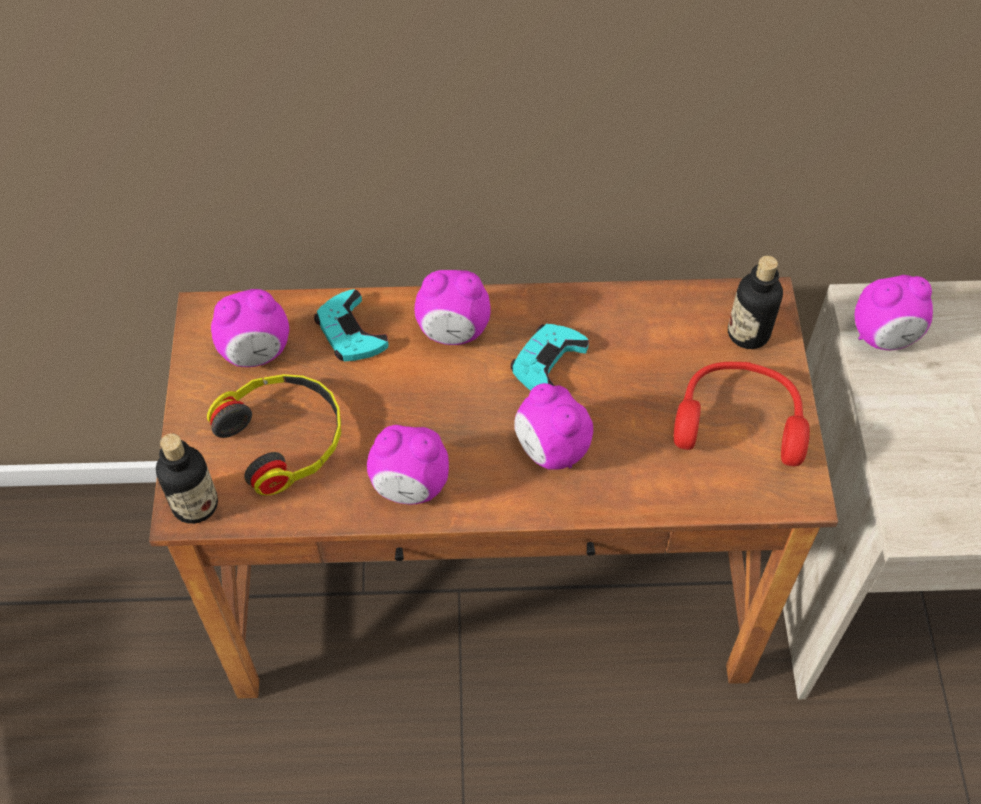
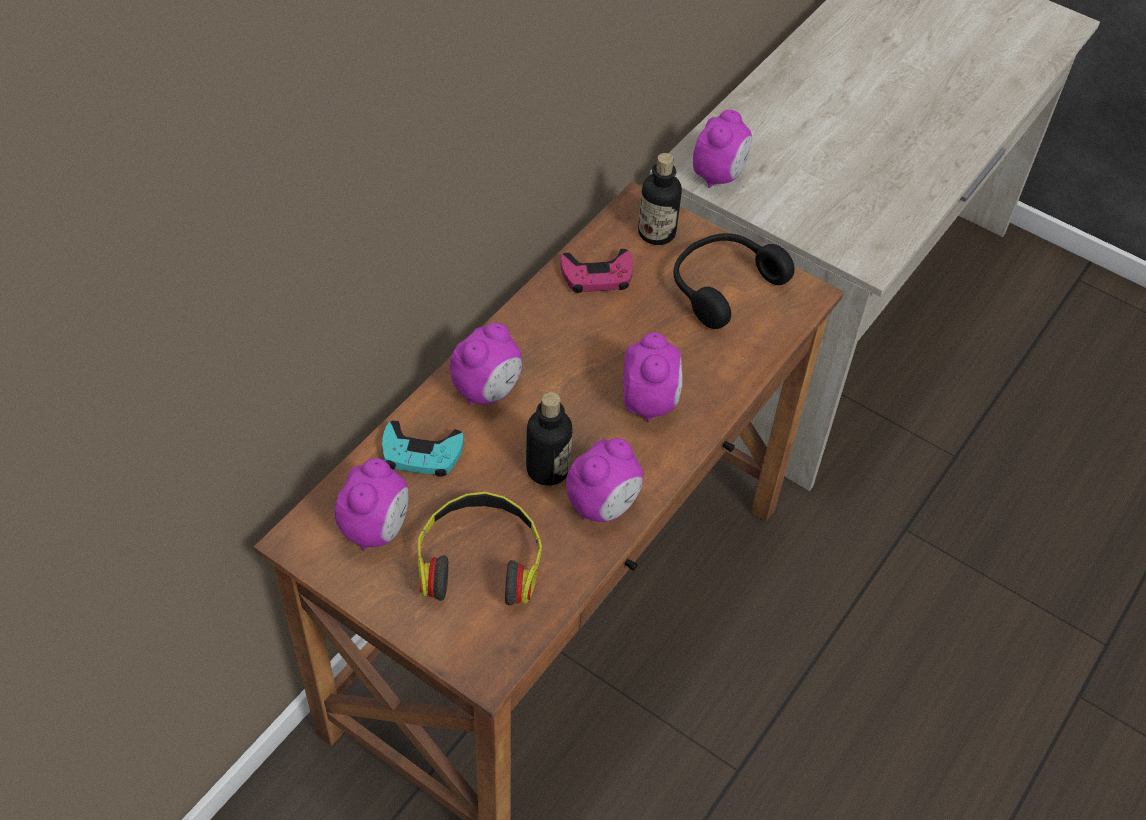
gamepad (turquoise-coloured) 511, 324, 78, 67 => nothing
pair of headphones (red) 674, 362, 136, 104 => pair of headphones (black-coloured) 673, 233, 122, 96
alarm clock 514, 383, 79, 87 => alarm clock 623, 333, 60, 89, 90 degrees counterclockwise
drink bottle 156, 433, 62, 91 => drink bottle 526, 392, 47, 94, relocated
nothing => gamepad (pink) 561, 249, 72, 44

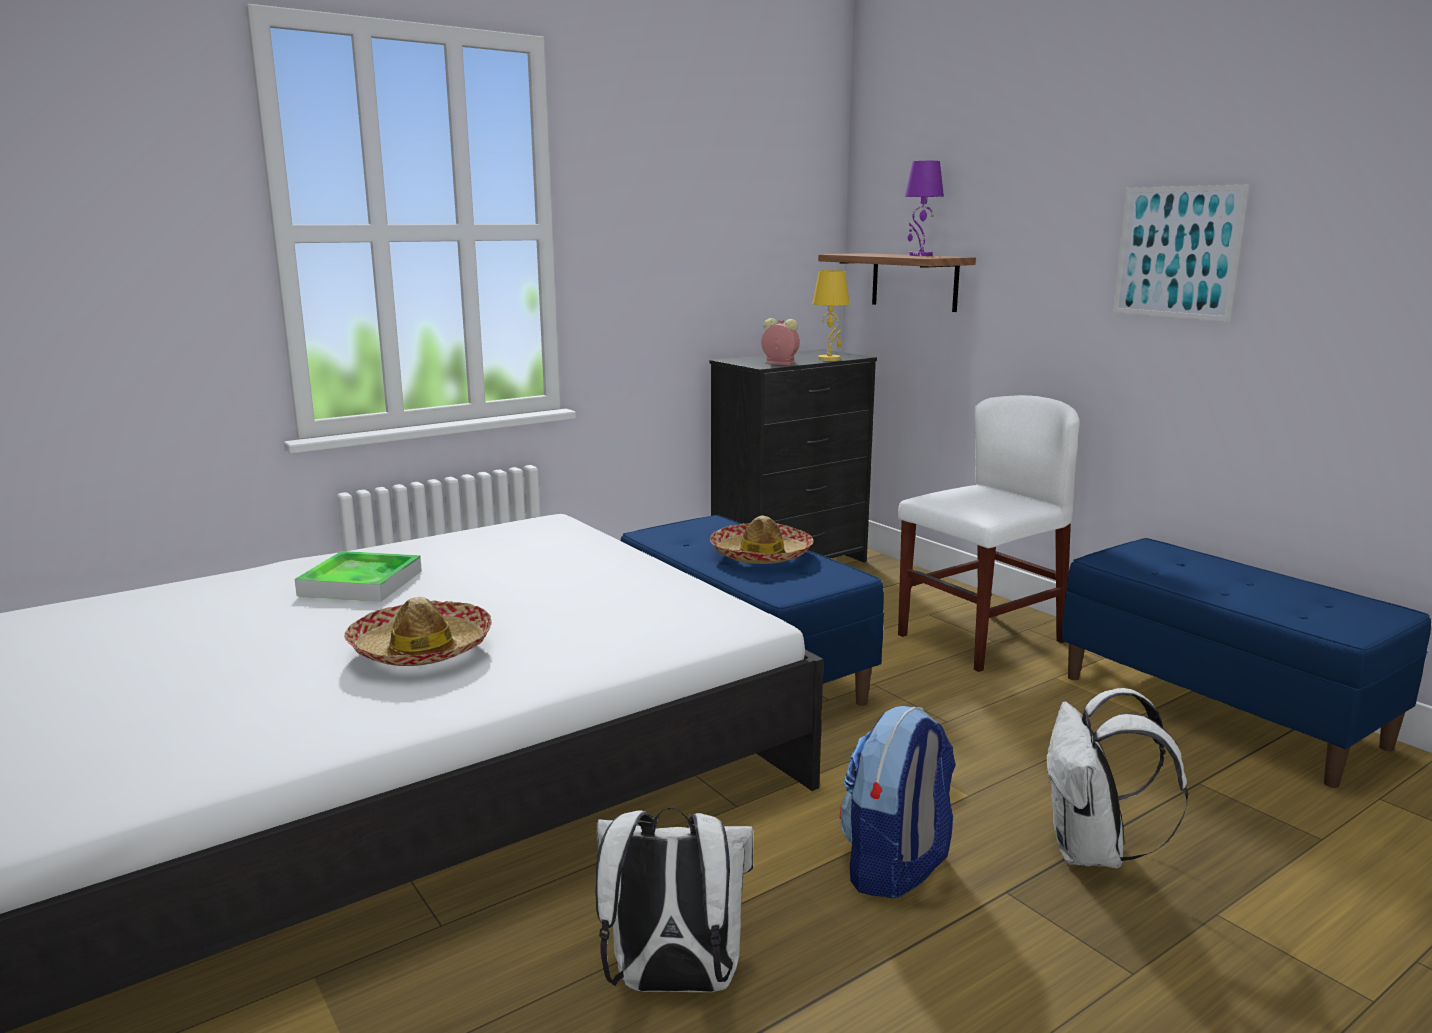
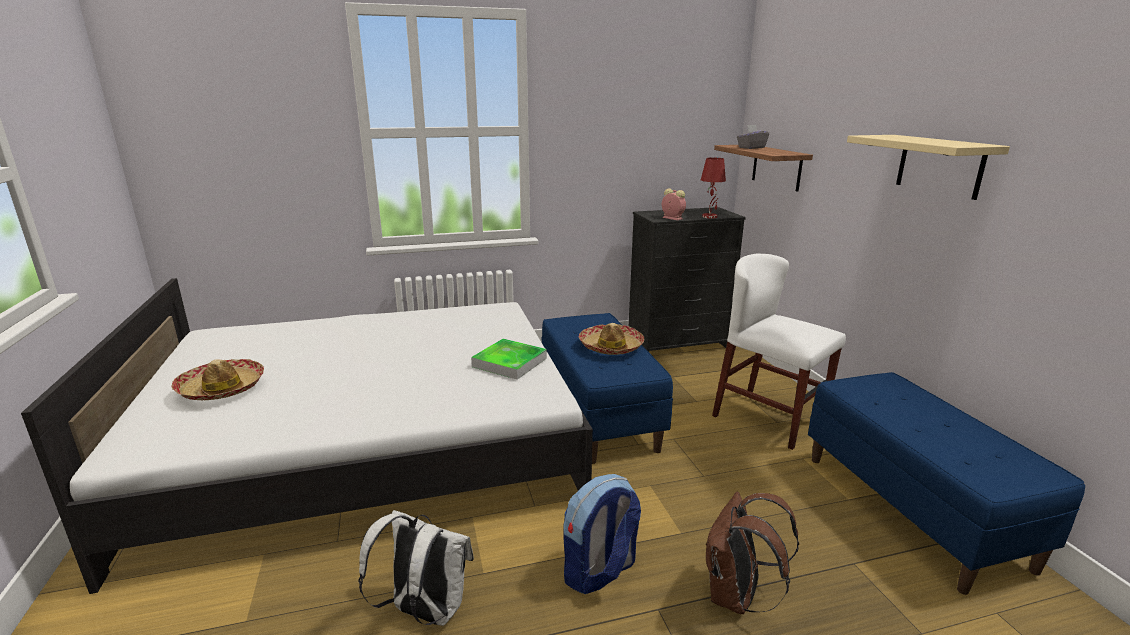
tabletop lamp (purple) 905, 161, 39, 95 => nothing
wall picture 1113, 185, 136, 137 => wall shelf (sand-coloured) 847, 135, 163, 65
tabletop lamp (yellow) 812, 270, 38, 91 => tabletop lamp (red) 701, 157, 25, 62
upright chair (white) 898, 395, 181, 277 => upright chair (white) 712, 254, 134, 196, 120 degrees counterclockwise
serving tray 294, 551, 128, 51 => serving tray 471, 339, 76, 41, relocated
wearable hat 344, 597, 148, 69 => wearable hat 171, 359, 93, 41, relocated
rucksack (white) 1046, 688, 142, 180 => rucksack (brown-coloured) 706, 492, 93, 122
nothing => tissue box (gray) 737, 125, 32, 24

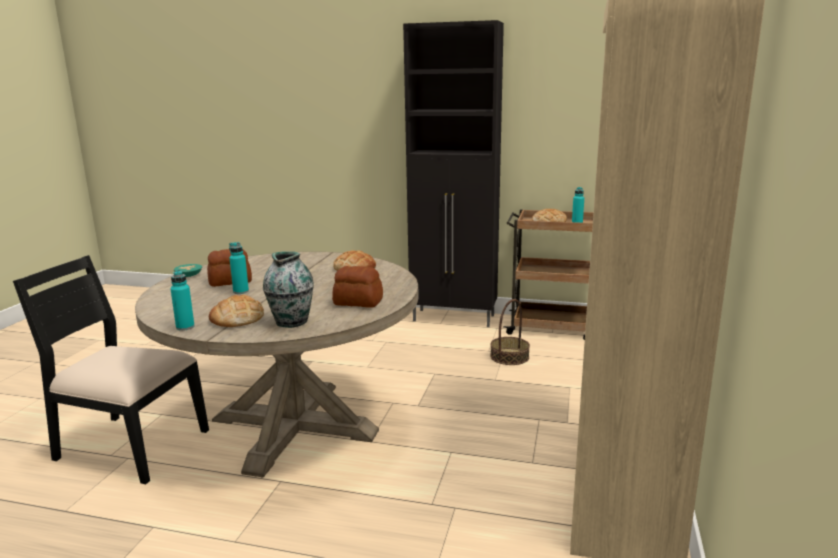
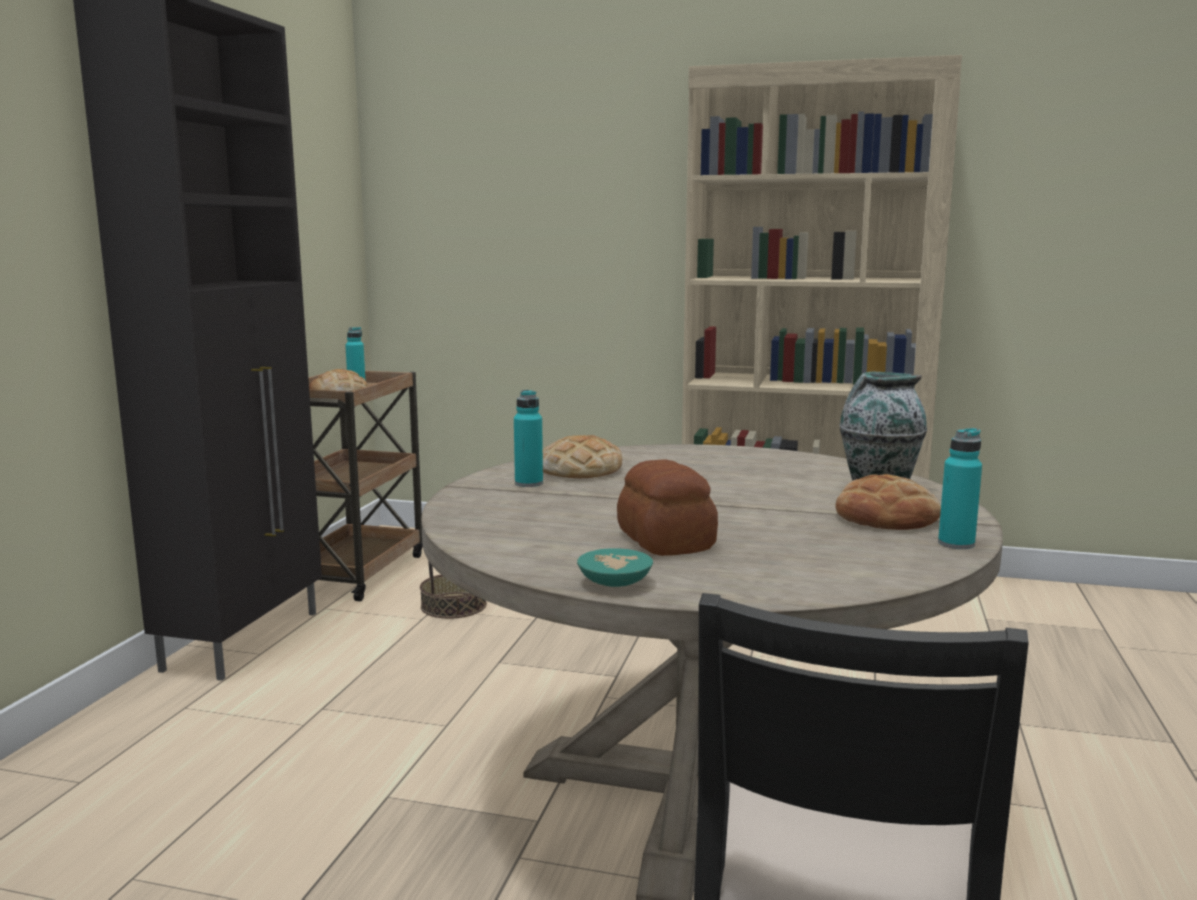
drink bottle (turquoise-coloured) 229, 242, 20, 52 => drink bottle (turquoise-coloured) 514, 390, 29, 97, relocated
bread 332, 266, 51, 42 => nothing

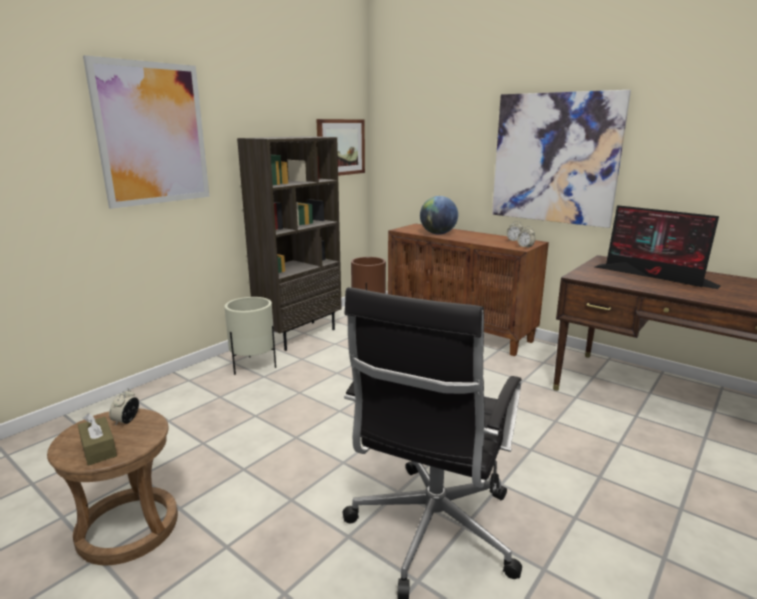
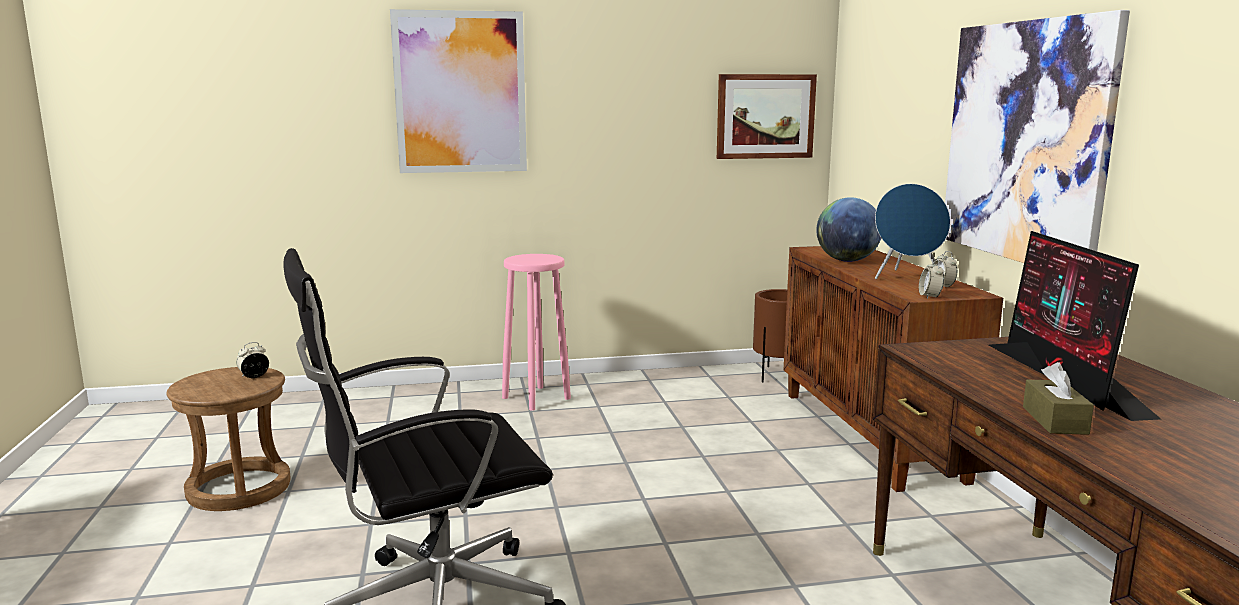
bookcase (brown-coloured) 237, 136, 105, 215 => nothing
plant pot (sand-coloured) 224, 297, 52, 78 => stool seat (pink) 502, 254, 69, 157
tissue box (brown-coloured) 78, 413, 39, 53 => tissue box (brown-coloured) 1023, 362, 71, 73, relocated
nothing => loudspeaker (blue) 875, 184, 76, 95

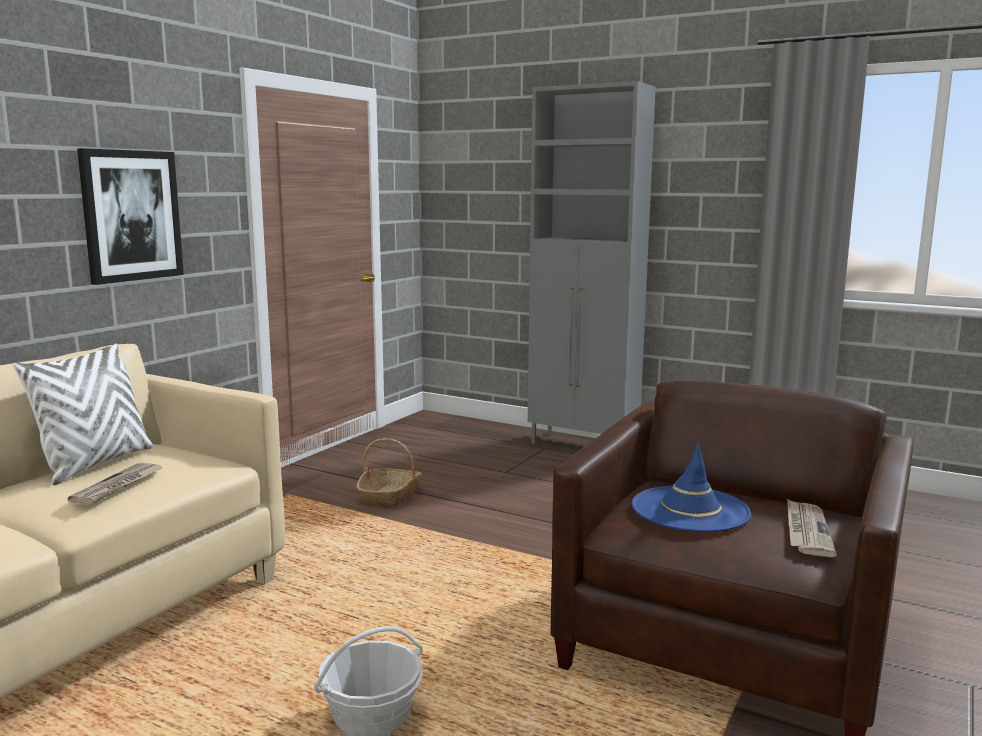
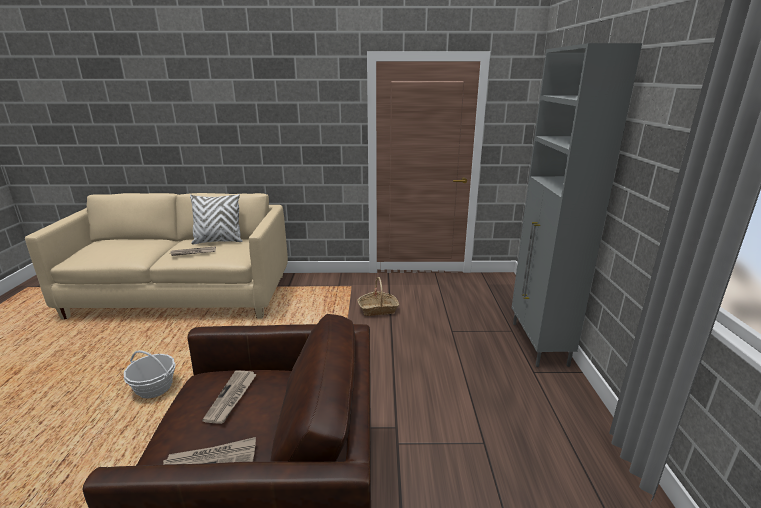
wall picture 77, 148, 107, 137 => nothing
wearable hat (blue) 632, 443, 119, 89 => daily paper 202, 371, 55, 53

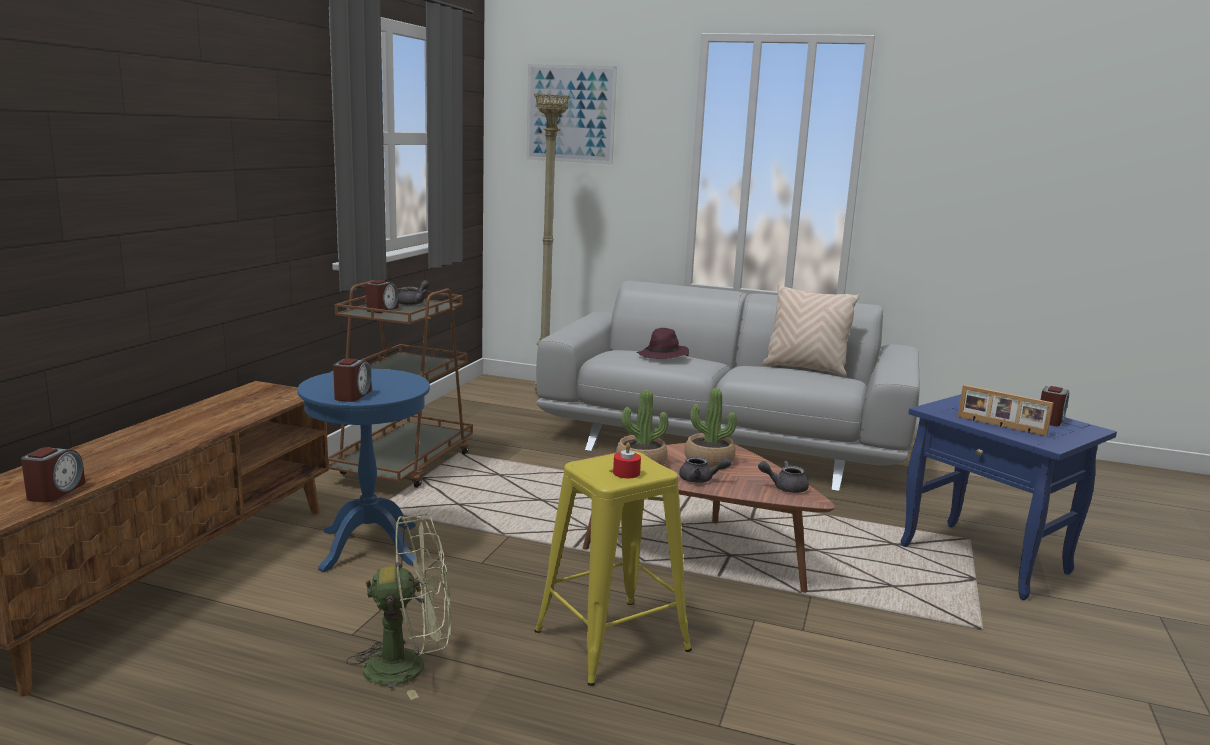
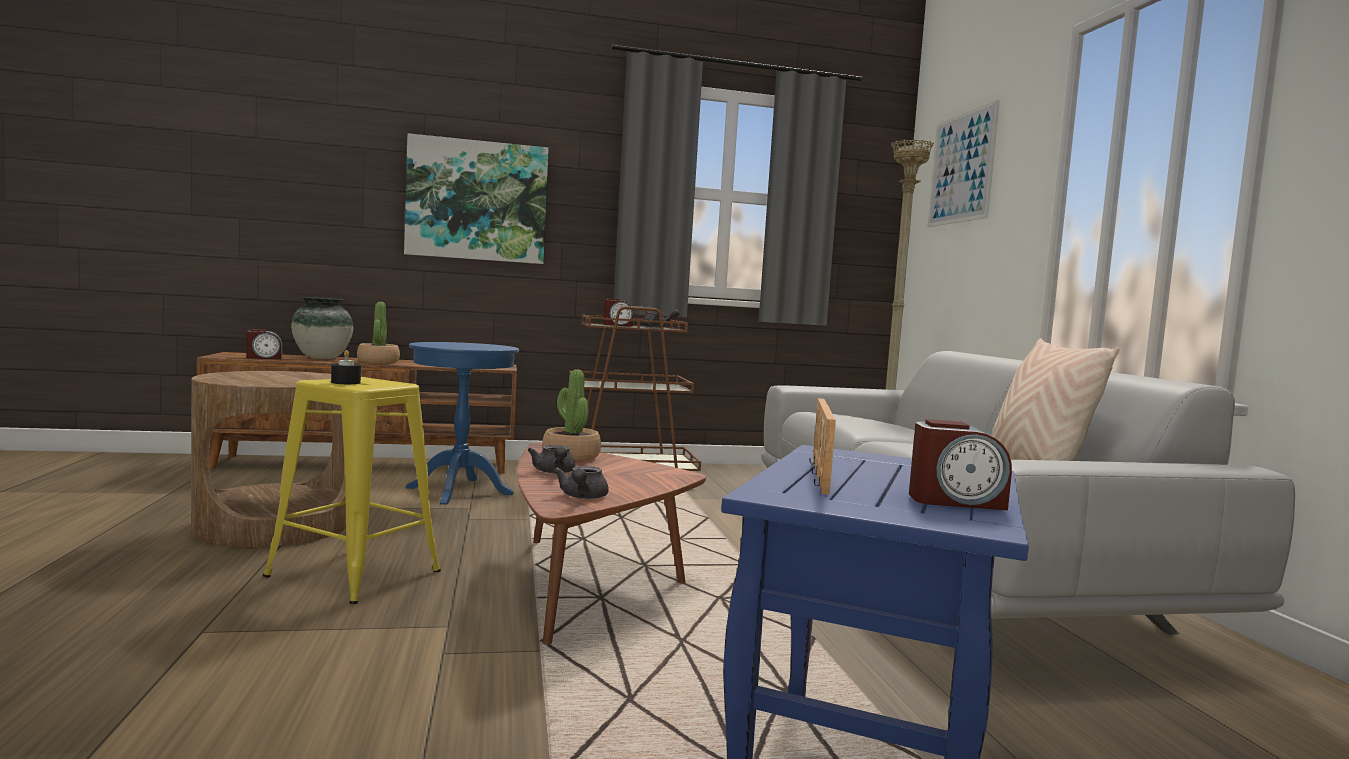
wearable hat (purple) 637, 328, 52, 31 => nothing
alarm clock 333, 358, 39, 44 => nothing
plant in a pot 685, 388, 52, 79 => plant in a pot 357, 302, 43, 62, relocated
wax light (red) 613, 443, 28, 35 => wax light (black-coloured) 331, 350, 30, 34
teapot (gray) 758, 461, 51, 32 => teapot (gray) 553, 466, 56, 33, 150 degrees counterclockwise
fan (greenish) 346, 514, 105, 186 => side table (brown-coloured) 191, 371, 155, 176
nothing => wall picture 404, 133, 145, 131
nothing => flower vase 291, 297, 63, 62

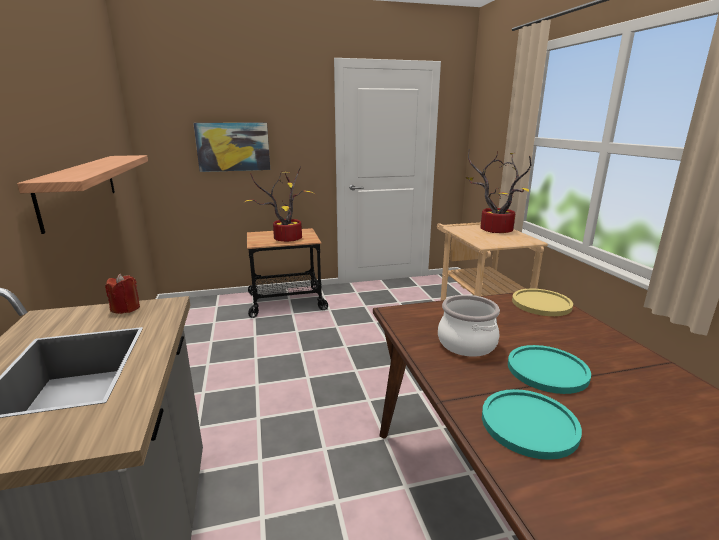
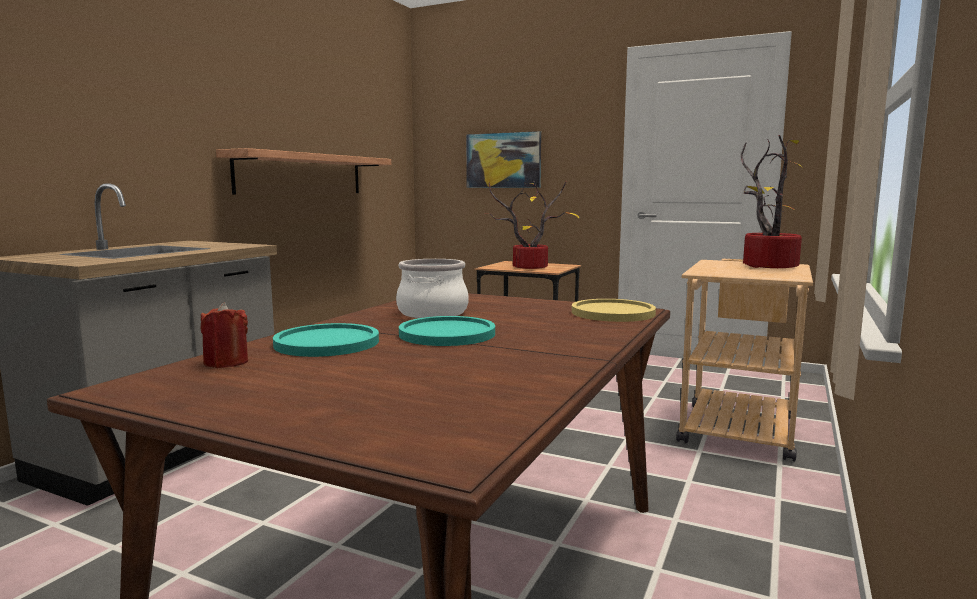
wax light (red) 105, 274, 35, 40 => wax light (red) 201, 302, 47, 66, relocated

